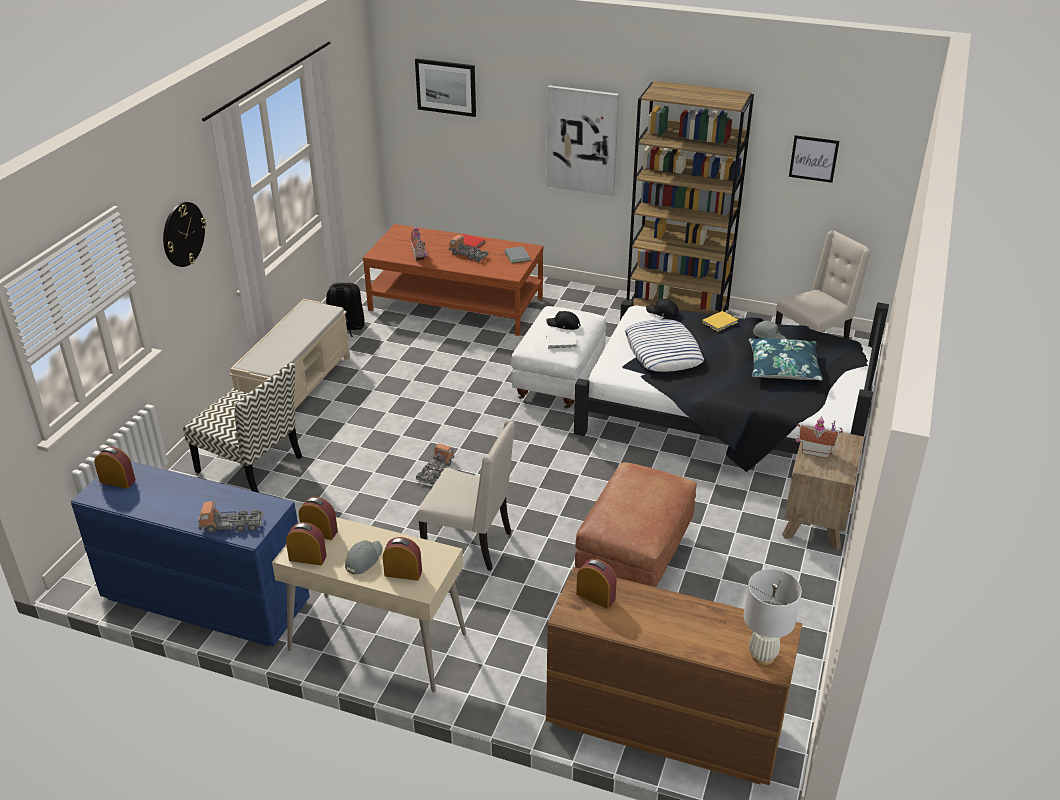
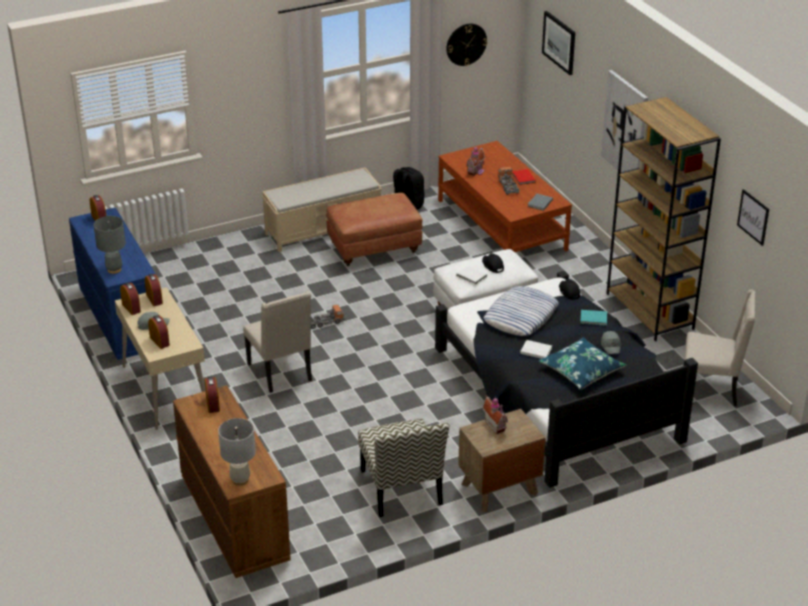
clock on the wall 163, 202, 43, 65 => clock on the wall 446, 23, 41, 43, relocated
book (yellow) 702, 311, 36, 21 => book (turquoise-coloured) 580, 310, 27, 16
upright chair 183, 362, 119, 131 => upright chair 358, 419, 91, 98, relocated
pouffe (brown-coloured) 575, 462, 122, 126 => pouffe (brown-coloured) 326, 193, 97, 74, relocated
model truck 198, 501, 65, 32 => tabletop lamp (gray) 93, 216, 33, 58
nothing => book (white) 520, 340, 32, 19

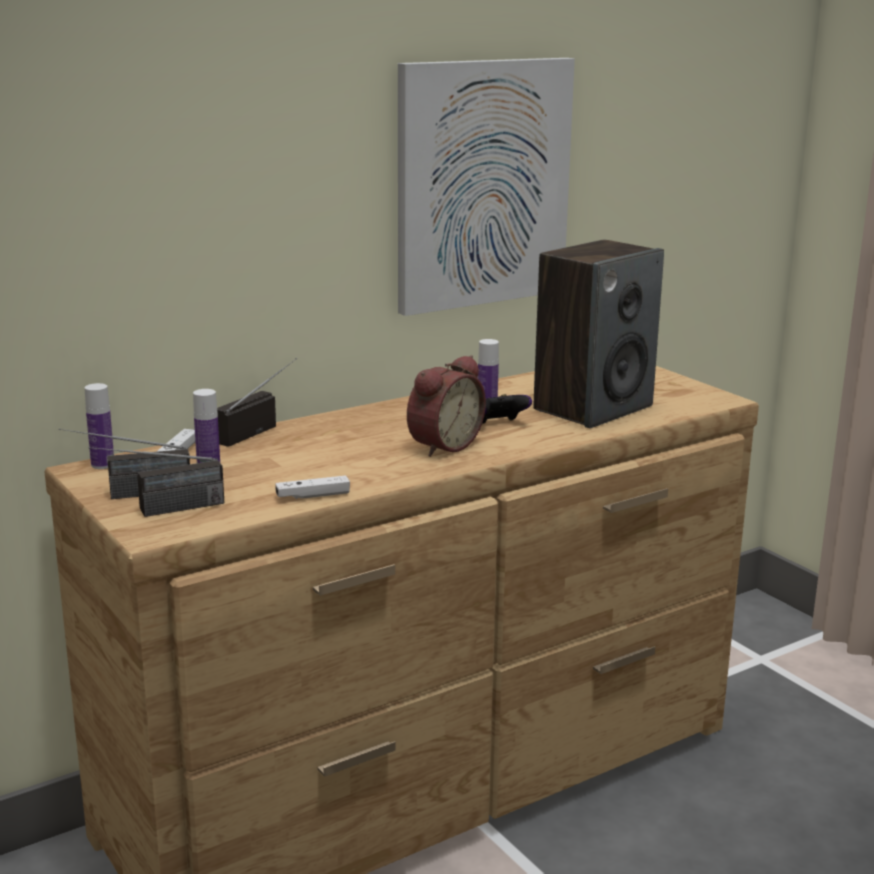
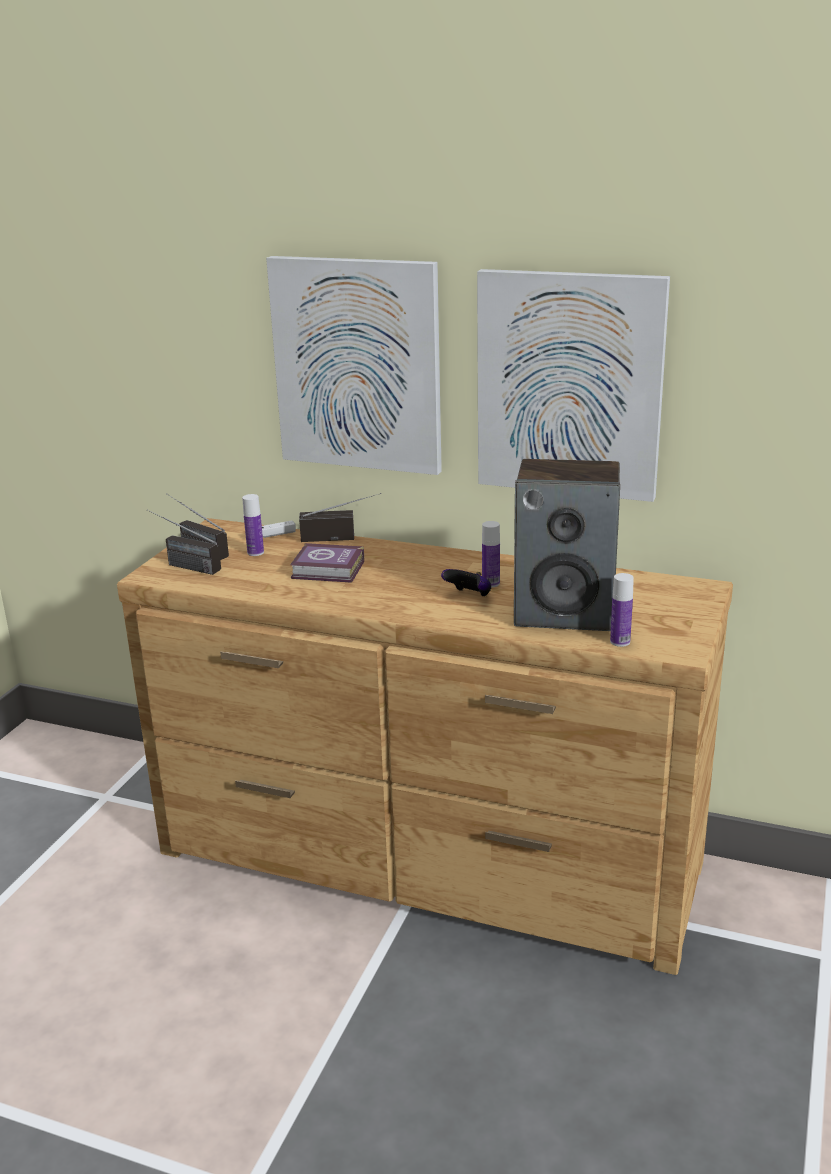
alarm clock 407, 355, 79, 102 => nothing
drink bottle 85, 383, 29, 86 => drink bottle 610, 573, 24, 74, relocated
gamepad (white) 275, 475, 75, 24 => nothing
nothing => wall picture 266, 256, 176, 219
nothing => book 290, 543, 74, 40

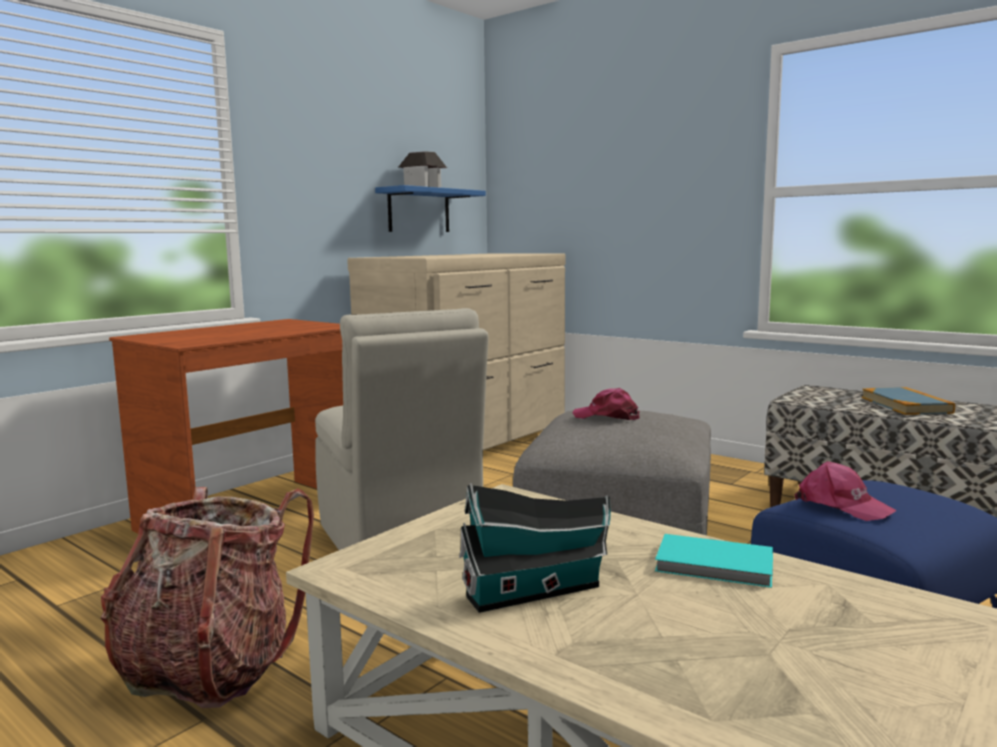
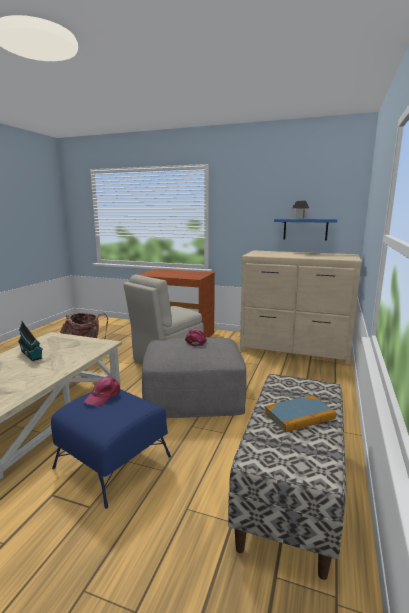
book (turquoise-coloured) 655, 534, 118, 54 => nothing

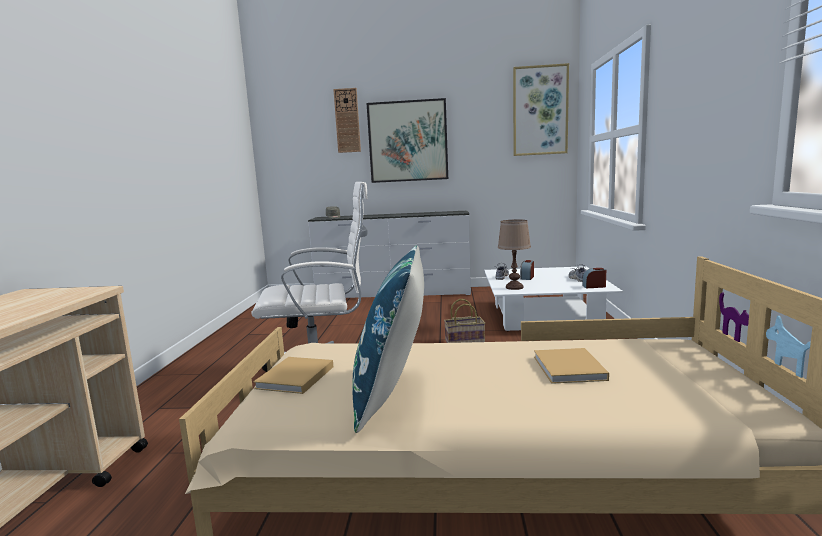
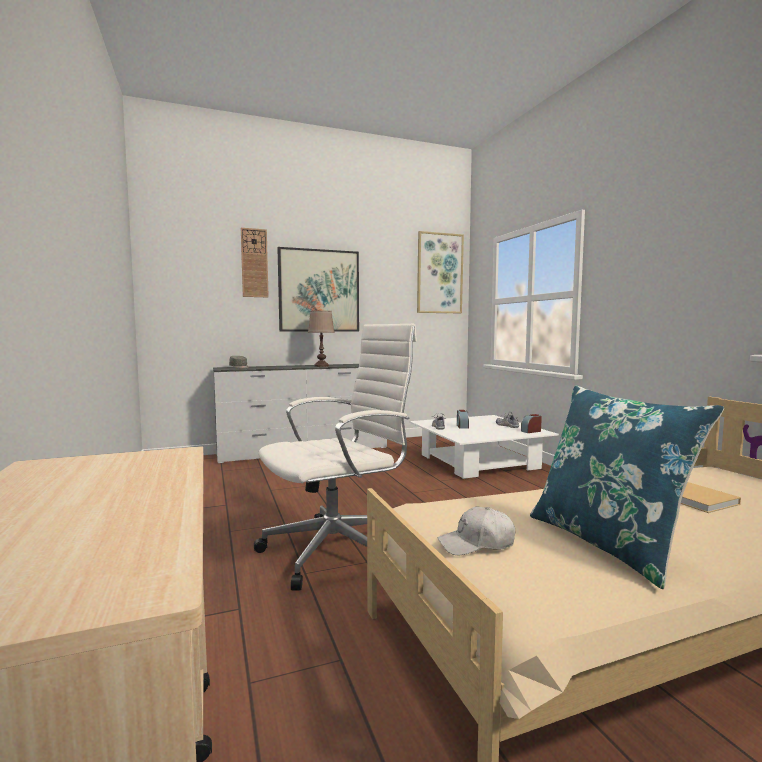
tabletop lamp (brown-coloured) 498, 220, 33, 70 => tabletop lamp (brown-coloured) 308, 310, 27, 57, relocated
storage basket 444, 299, 41, 44 => nothing
book (sand-coloured) 253, 357, 80, 37 => peaked cap (white) 438, 507, 77, 48

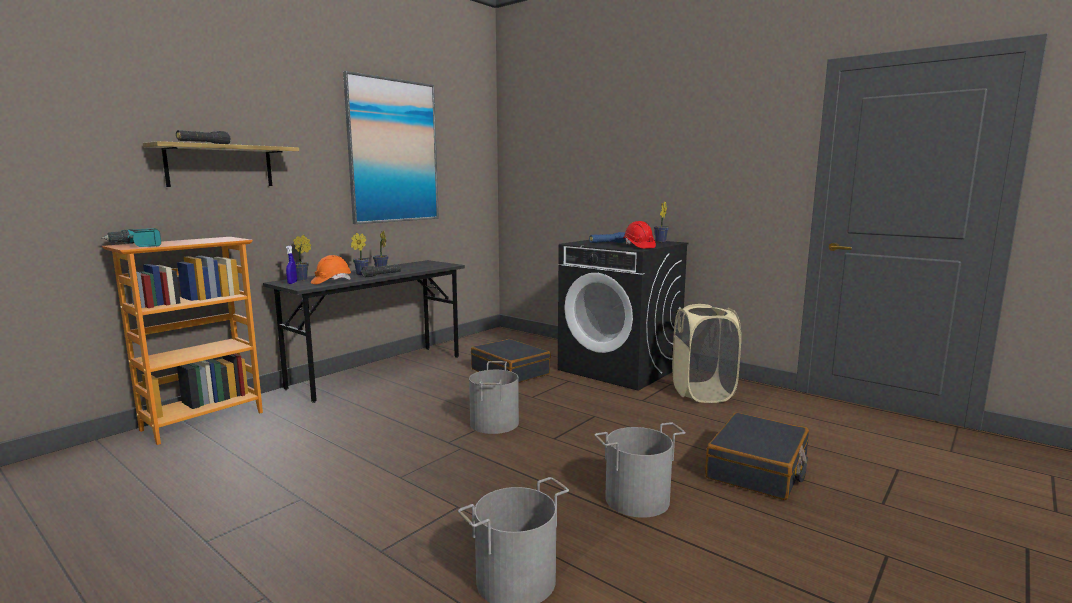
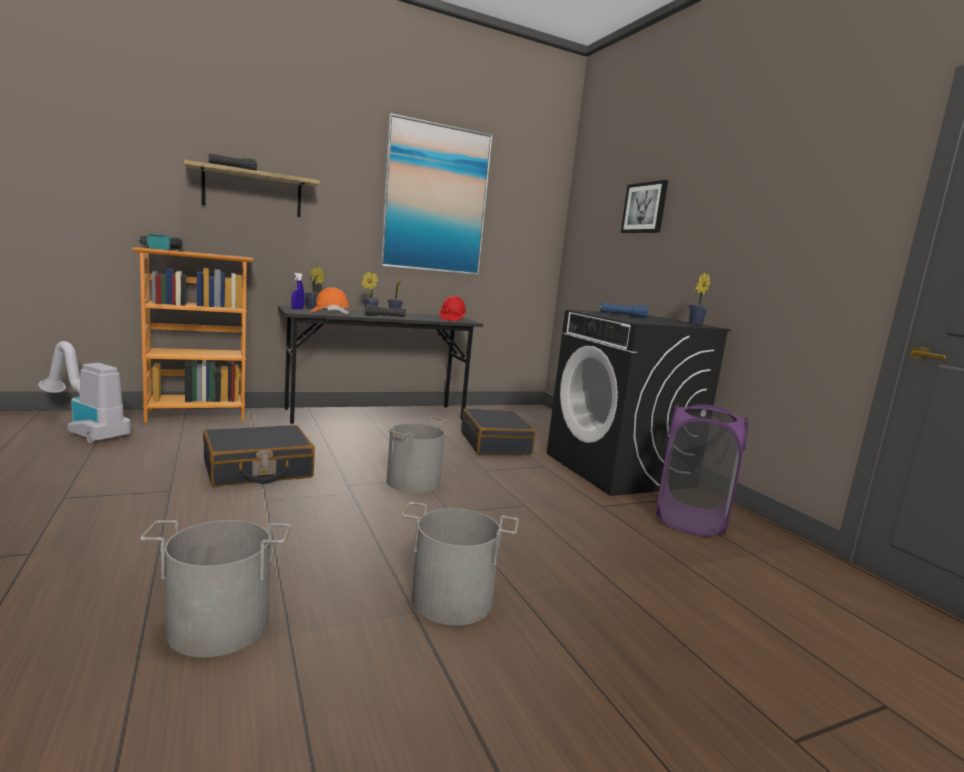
hard hat (red) 623, 221, 33, 28 => hard hat (red) 440, 296, 27, 25, relocated
hamper (sand-coloured) 672, 304, 69, 99 => hamper (purple) 656, 404, 93, 133
travel case (black-coloured) 705, 413, 104, 87 => travel case (black-coloured) 203, 425, 112, 61, relocated
nothing => wall picture 621, 180, 47, 53
nothing => vacuum cleaner 38, 341, 93, 102

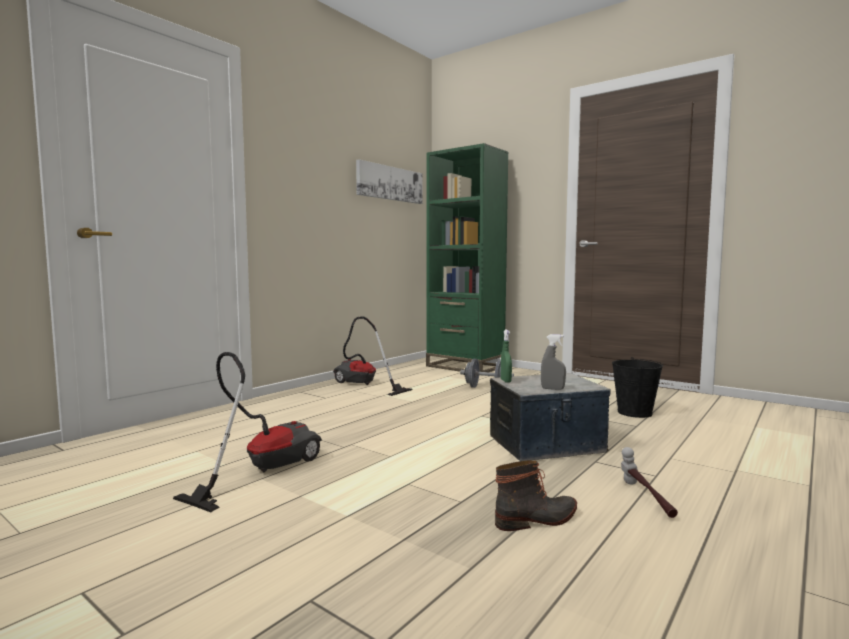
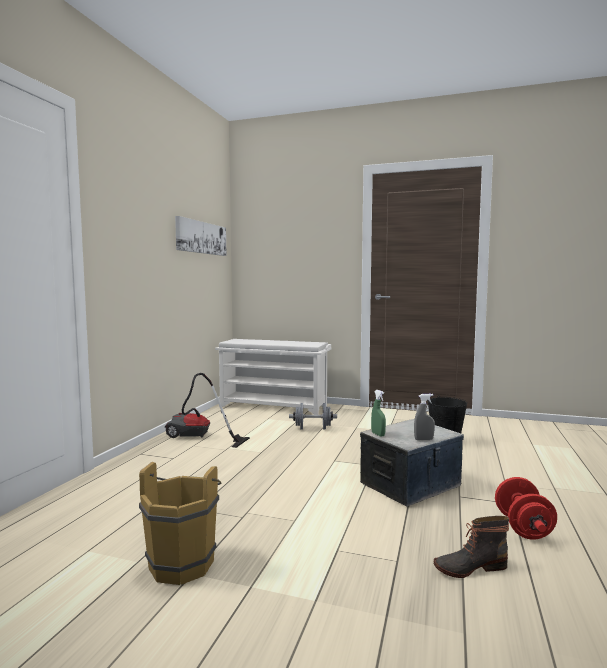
bookcase (greenish) 426, 143, 83, 229 => shoe rack (white) 215, 339, 116, 76
vacuum cleaner 173, 352, 149, 160 => water bucket (brown-coloured) 139, 462, 83, 123
hand hammer 621, 447, 57, 71 => hand weight (red) 495, 477, 62, 63
boot 495, 460, 82, 71 => boot 434, 516, 75, 62, 150 degrees counterclockwise

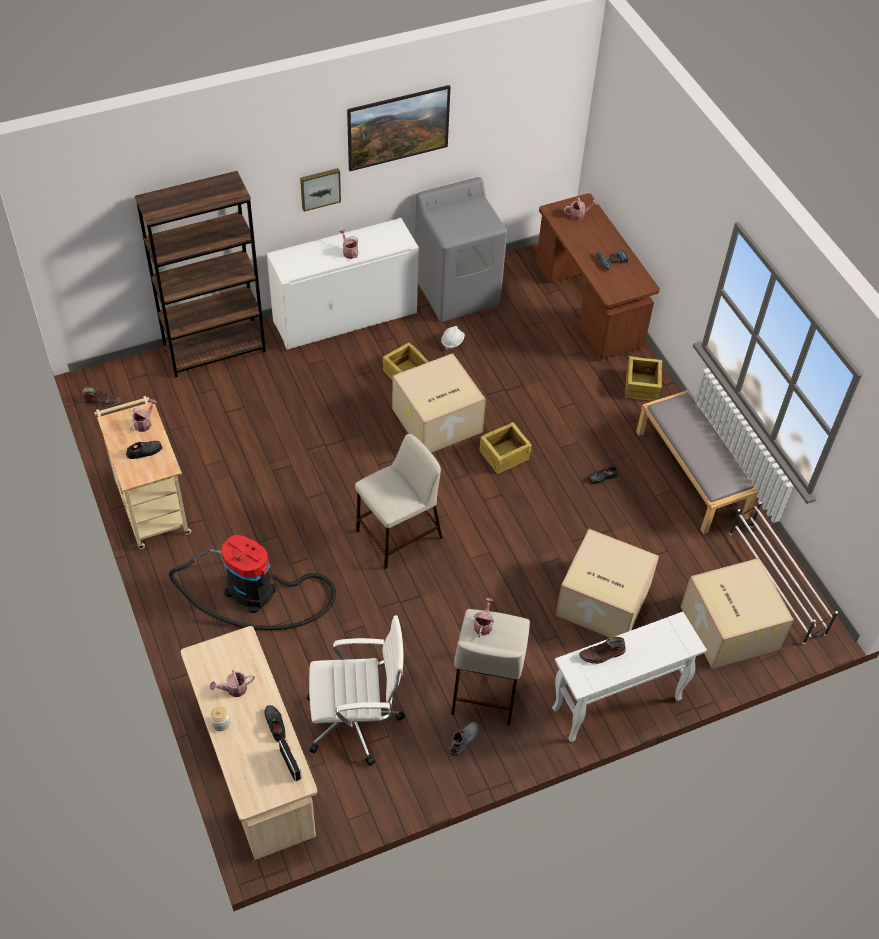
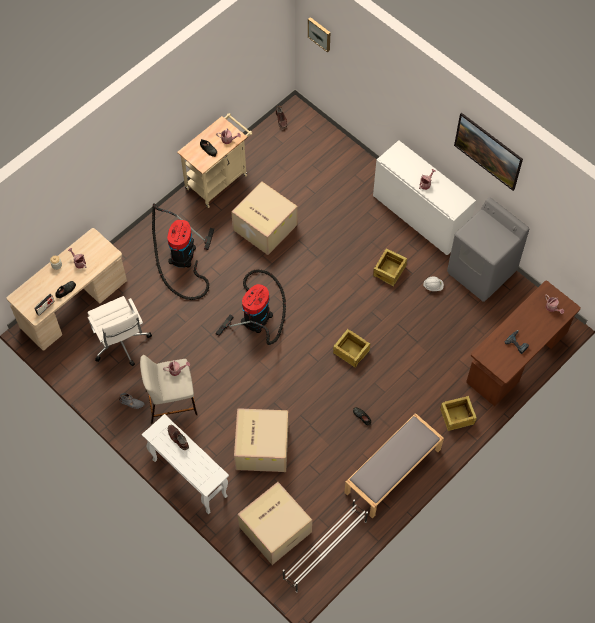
wall picture 300, 168, 41, 44 => wall picture 308, 17, 22, 36, relocated
bookcase (brown-coloured) 135, 171, 131, 207 => nothing
carton 392, 353, 94, 100 => carton 231, 181, 67, 74, relocated
stool seat (sand-coloured) 355, 434, 87, 135 => vacuum cleaner 216, 270, 70, 75

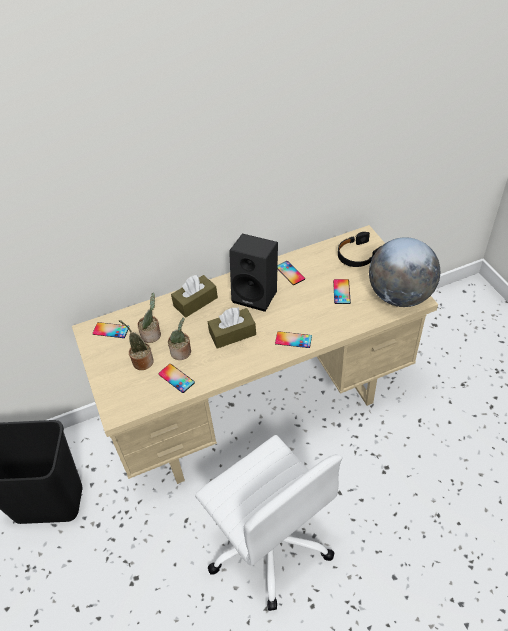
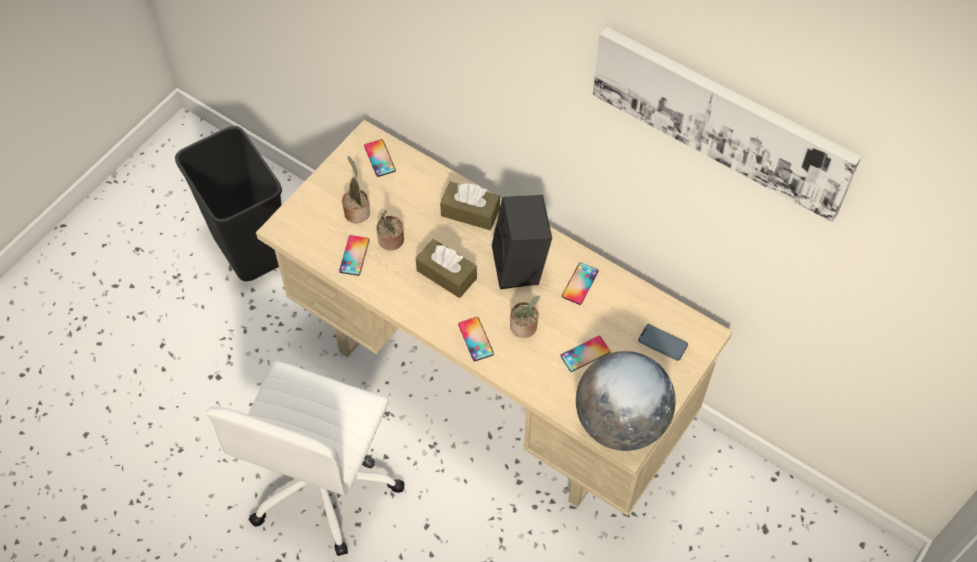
pair of headphones (black-coloured) 338, 232, 43, 35 => telephone 638, 324, 50, 37
plant in a pot 137, 293, 24, 50 => plant in a pot 510, 295, 30, 43, relocated
nothing => wall picture 593, 26, 269, 196

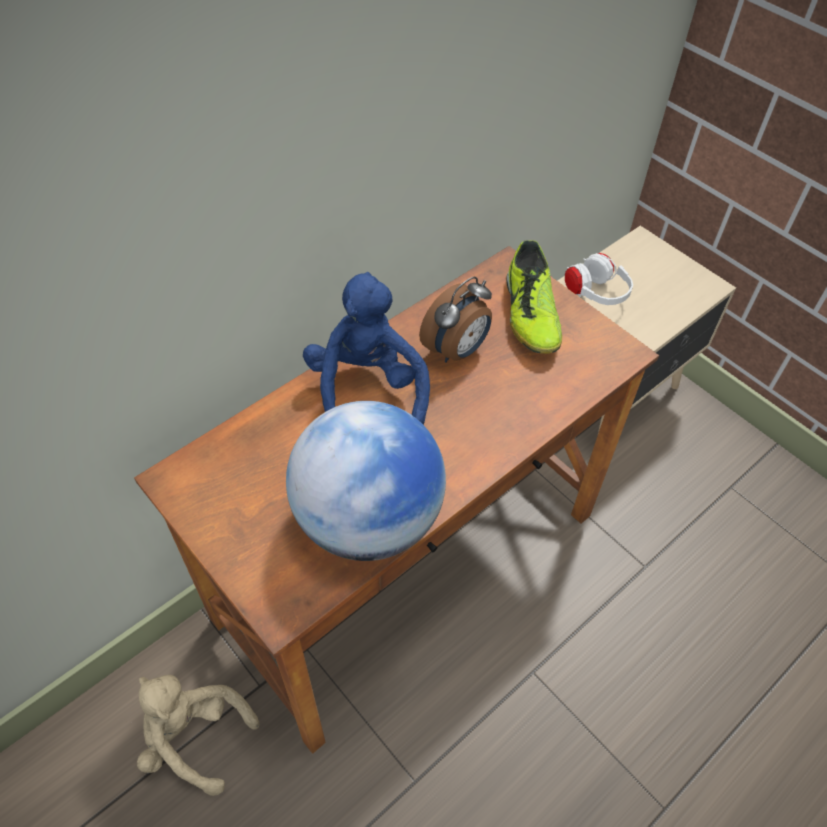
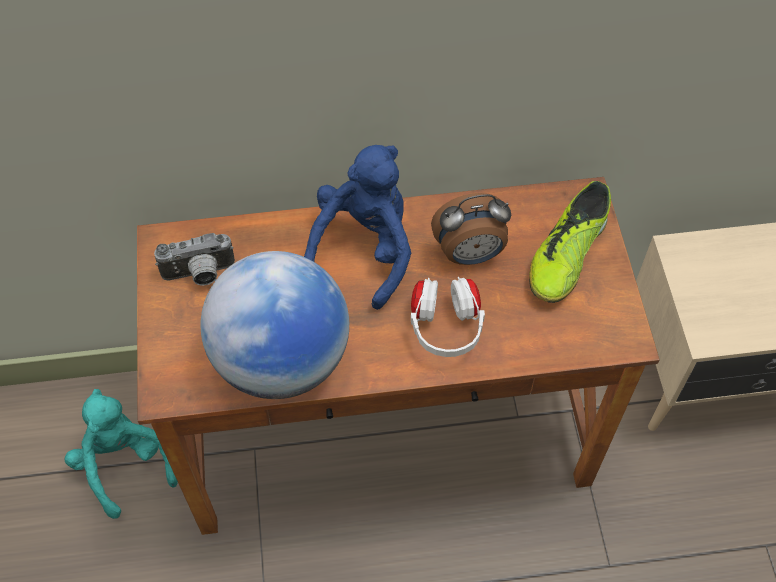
pair of headphones (white) 565, 253, 68, 52 => pair of headphones (white) 411, 277, 74, 80, relocated
soft toy (sand-coloured) 137, 675, 122, 121 => soft toy (turquoise-coloured) 65, 389, 113, 130
nothing => photo camera 154, 233, 81, 52

